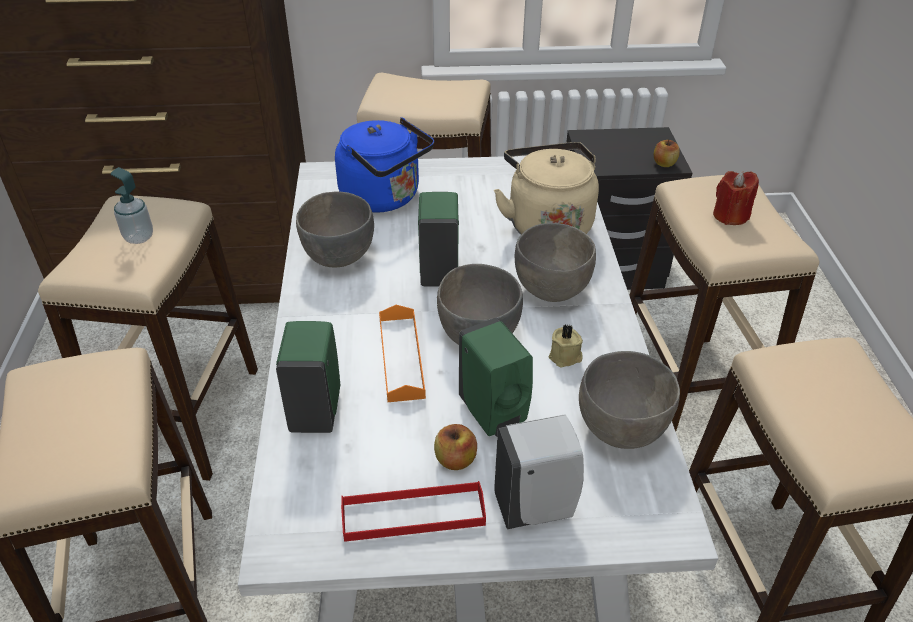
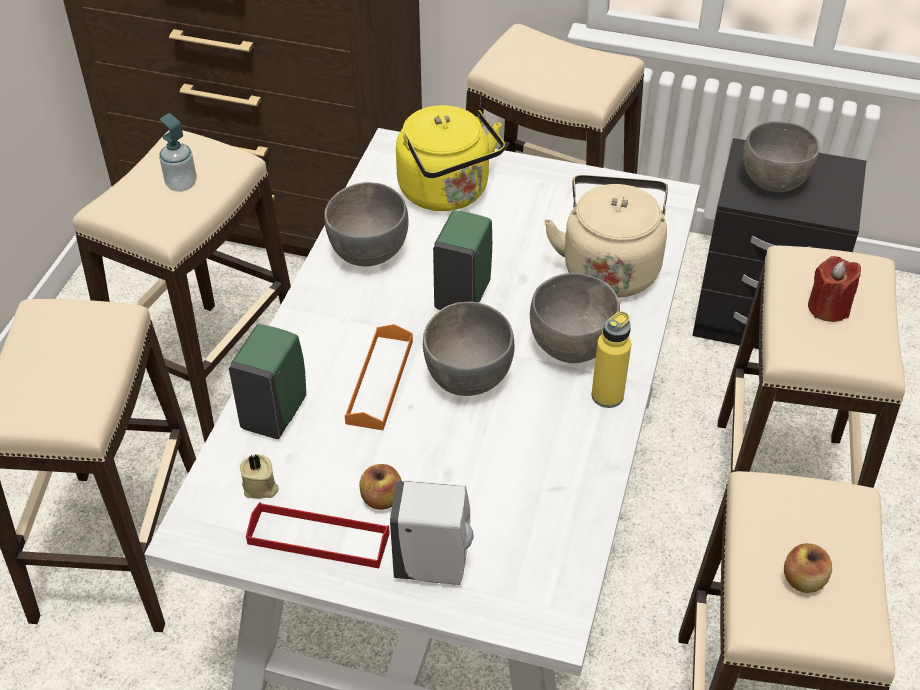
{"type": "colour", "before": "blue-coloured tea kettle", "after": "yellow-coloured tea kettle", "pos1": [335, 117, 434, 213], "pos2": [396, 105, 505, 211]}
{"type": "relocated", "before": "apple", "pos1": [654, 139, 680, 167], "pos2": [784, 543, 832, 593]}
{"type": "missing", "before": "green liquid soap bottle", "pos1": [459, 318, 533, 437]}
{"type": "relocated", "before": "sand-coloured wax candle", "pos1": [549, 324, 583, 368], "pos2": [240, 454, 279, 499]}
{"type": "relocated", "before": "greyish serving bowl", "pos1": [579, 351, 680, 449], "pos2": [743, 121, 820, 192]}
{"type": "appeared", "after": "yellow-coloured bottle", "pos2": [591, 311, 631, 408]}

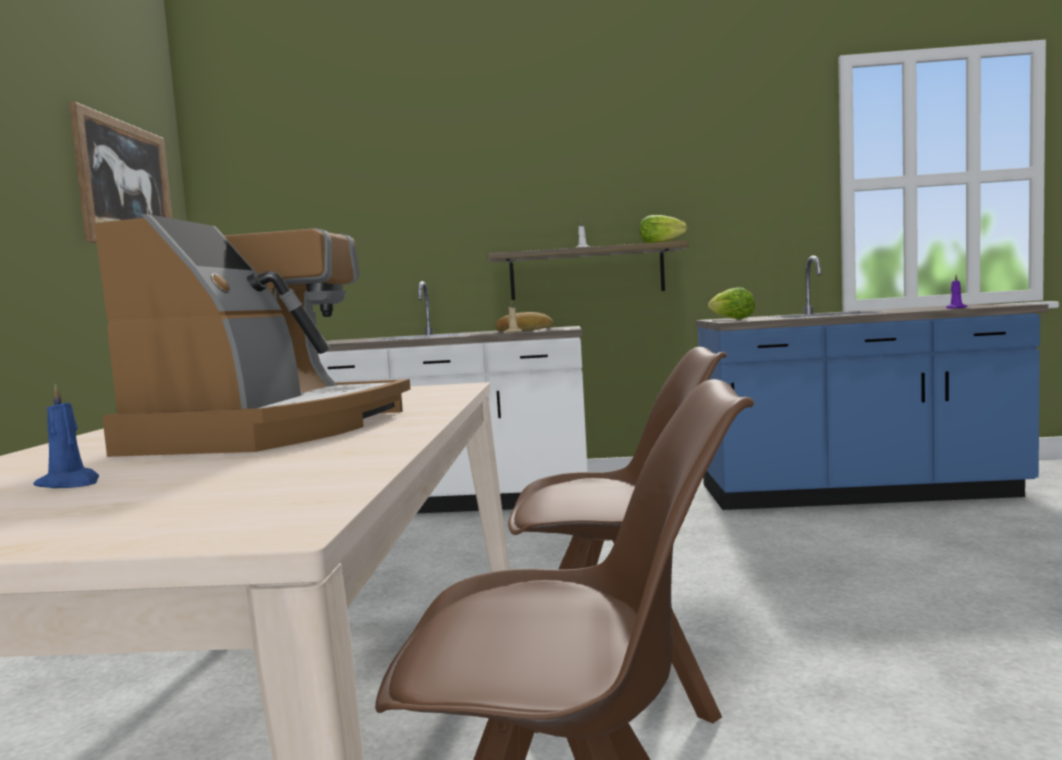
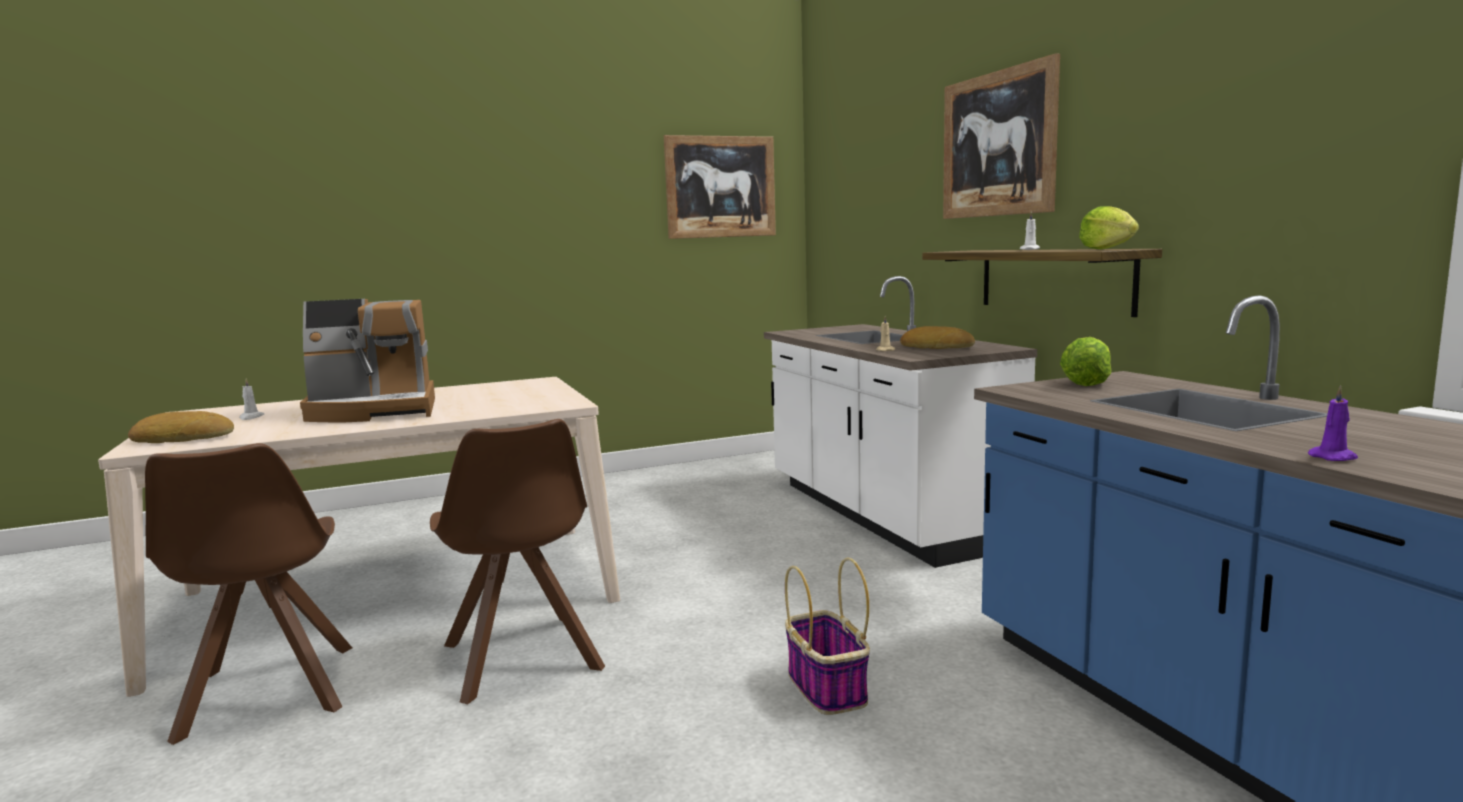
{"type": "colour", "before": "blue-coloured wax candle", "after": "white-coloured wax candle", "pos1": [33, 384, 99, 488], "pos2": [239, 378, 264, 420]}
{"type": "appeared", "after": "picture", "pos2": [943, 53, 1060, 219]}
{"type": "appeared", "after": "bread", "pos2": [128, 411, 234, 443]}
{"type": "appeared", "after": "household basket", "pos2": [785, 558, 870, 715]}

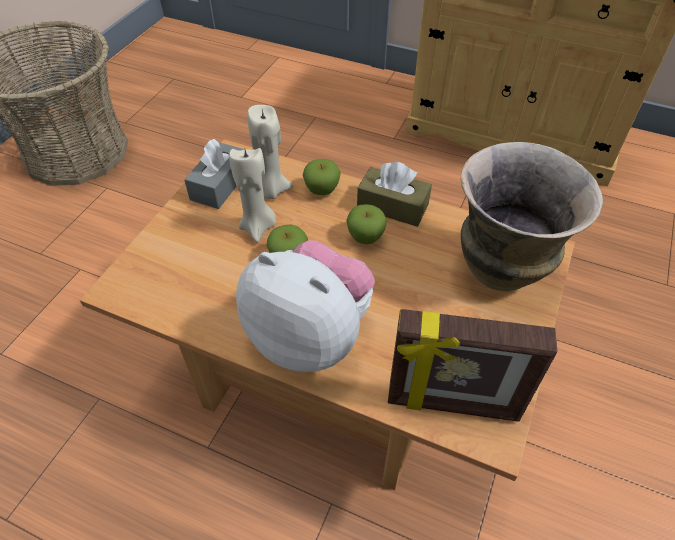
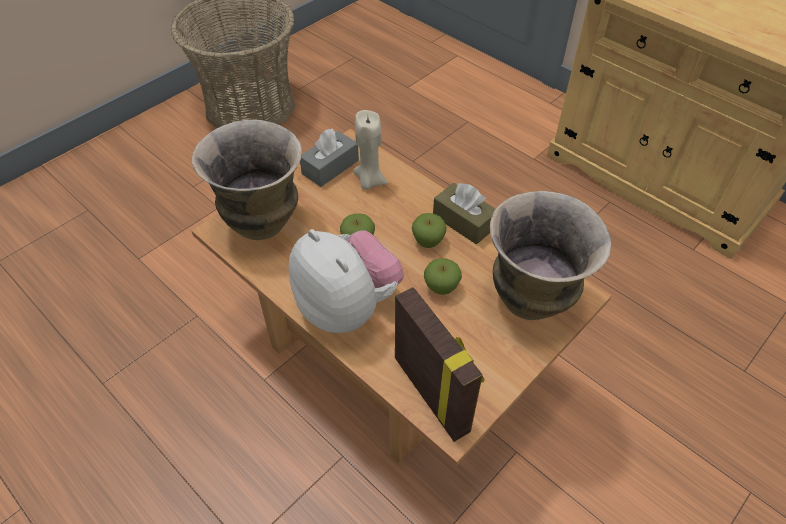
{"type": "missing", "before": "sand-coloured wax candle", "pos1": [229, 148, 276, 242]}
{"type": "relocated", "before": "apple", "pos1": [303, 159, 341, 195], "pos2": [424, 258, 462, 295]}
{"type": "spun", "before": "standing frame", "pos1": [388, 309, 558, 422], "pos2": [395, 287, 484, 442], "turn": -150}
{"type": "appeared", "after": "decorative vase", "pos2": [192, 120, 302, 240]}

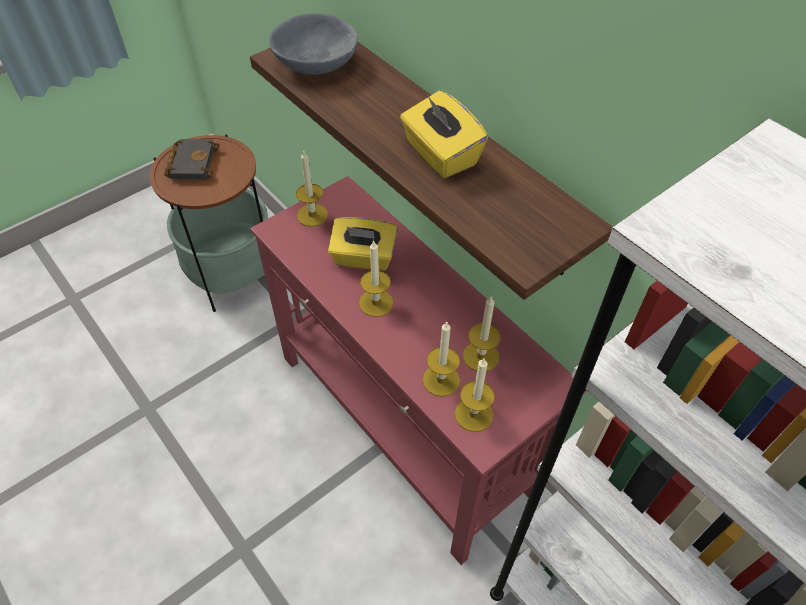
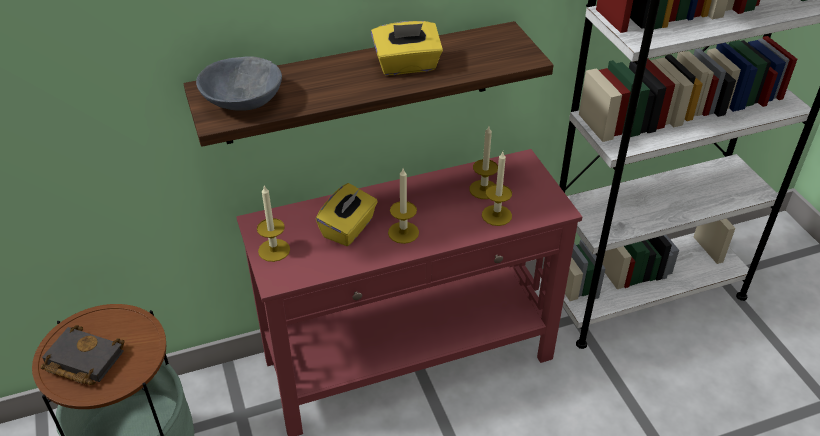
{"type": "missing", "before": "wax candle", "pos1": [455, 358, 495, 432]}

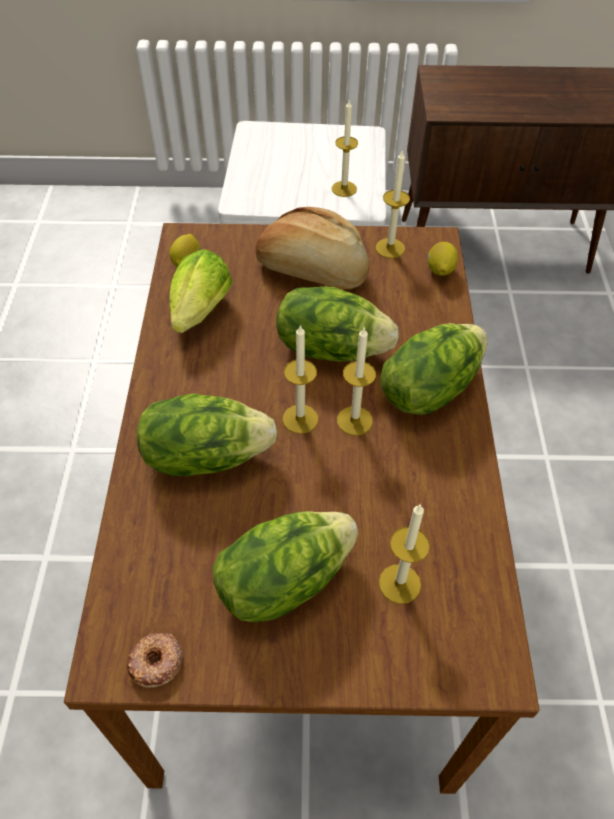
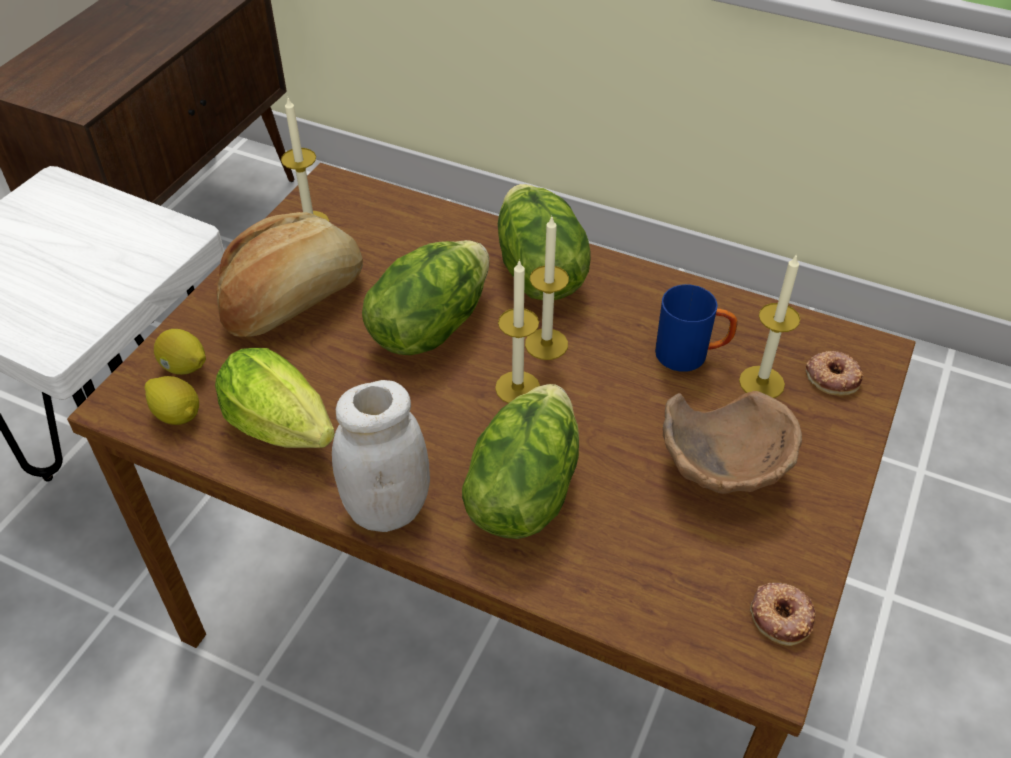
{"type": "missing", "before": "wax candle", "pos1": [332, 101, 358, 197]}
{"type": "relocated", "before": "whole lemon", "pos1": [428, 242, 458, 276], "pos2": [154, 329, 206, 375]}
{"type": "exchanged", "before": "lettuce", "after": "brown-coloured serving bowl", "pos1": [212, 511, 358, 622], "pos2": [663, 391, 802, 494]}
{"type": "appeared", "after": "blue-coloured mug", "pos2": [655, 284, 738, 372]}
{"type": "appeared", "after": "donut", "pos2": [806, 351, 864, 396]}
{"type": "appeared", "after": "white-coloured storage jar", "pos2": [332, 380, 430, 532]}

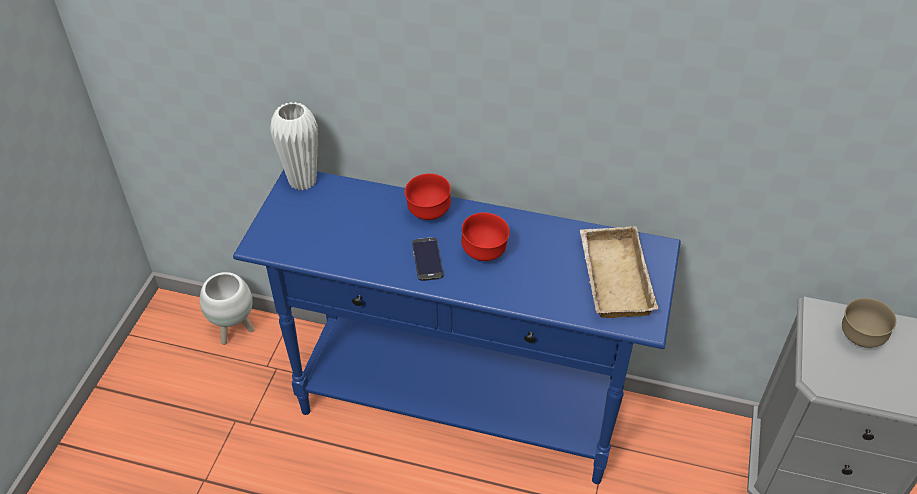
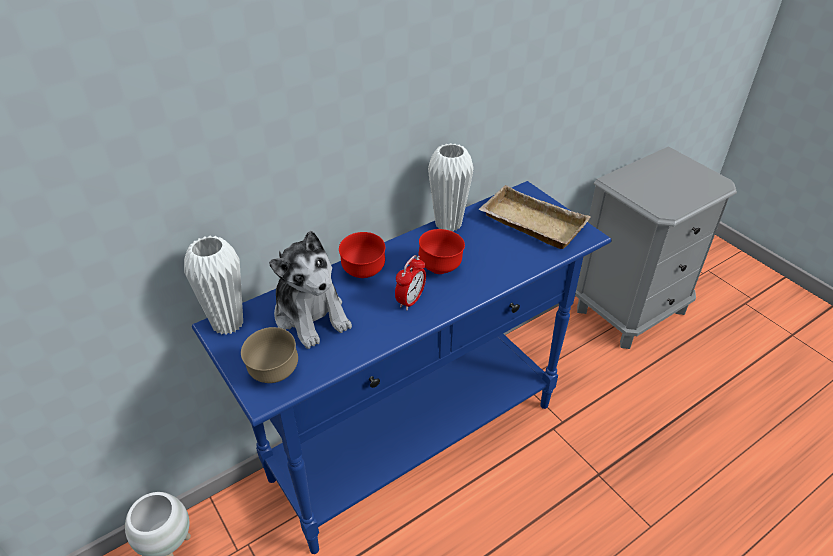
{"type": "exchanged", "before": "phone", "after": "table clock", "pos1": [412, 237, 443, 281], "pos2": [395, 255, 426, 310]}
{"type": "relocated", "before": "brown-coloured serving bowl", "pos1": [842, 298, 897, 348], "pos2": [241, 327, 298, 383]}
{"type": "appeared", "after": "white-coloured decorative vase", "pos2": [428, 143, 474, 232]}
{"type": "appeared", "after": "plush toy", "pos2": [269, 231, 352, 349]}

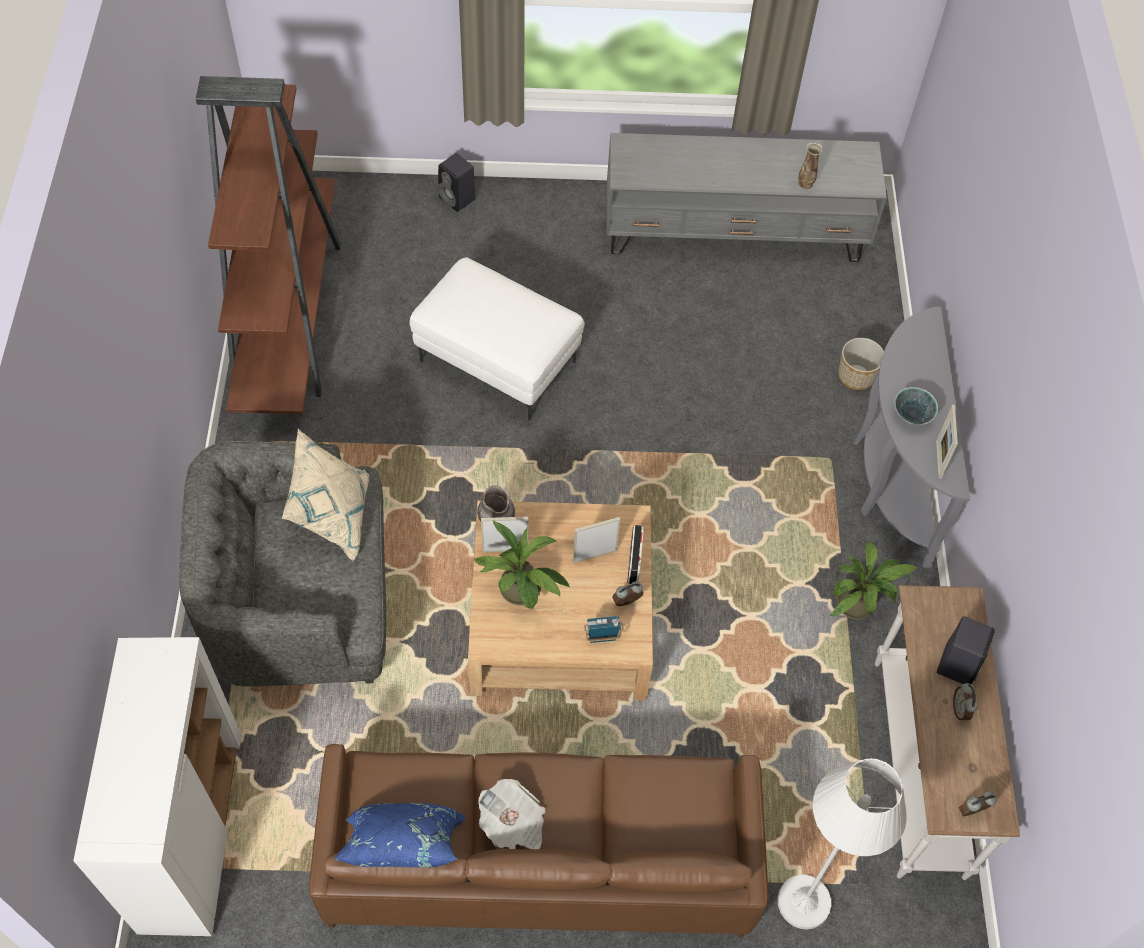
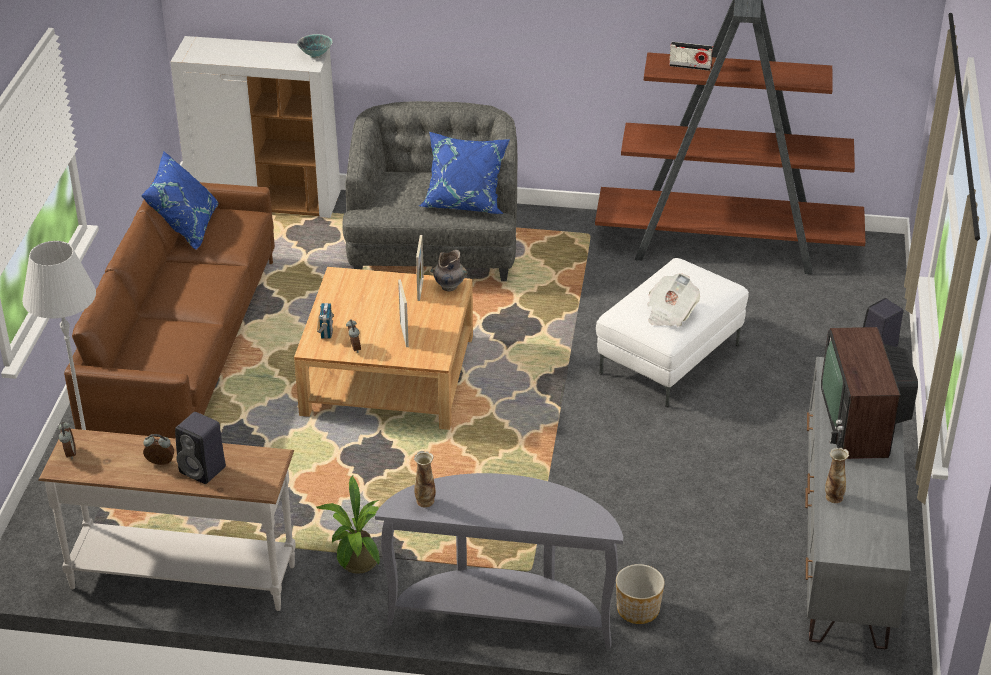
{"type": "relocated", "before": "serving bowl", "pos1": [895, 387, 938, 425], "pos2": [297, 34, 332, 58]}
{"type": "exchanged", "before": "standing frame", "after": "decorative vase", "pos1": [936, 405, 958, 479], "pos2": [414, 451, 436, 507]}
{"type": "colour", "before": "sand-coloured pillow", "after": "blue-coloured pillow", "pos1": [282, 429, 369, 561], "pos2": [419, 132, 510, 214]}
{"type": "missing", "before": "plant in a pot", "pos1": [474, 520, 570, 608]}
{"type": "relocated", "before": "radio receiver", "pos1": [627, 525, 644, 584], "pos2": [669, 42, 713, 71]}
{"type": "relocated", "before": "printed paper", "pos1": [478, 779, 545, 849], "pos2": [647, 273, 700, 326]}
{"type": "appeared", "after": "television", "pos2": [821, 327, 918, 459]}

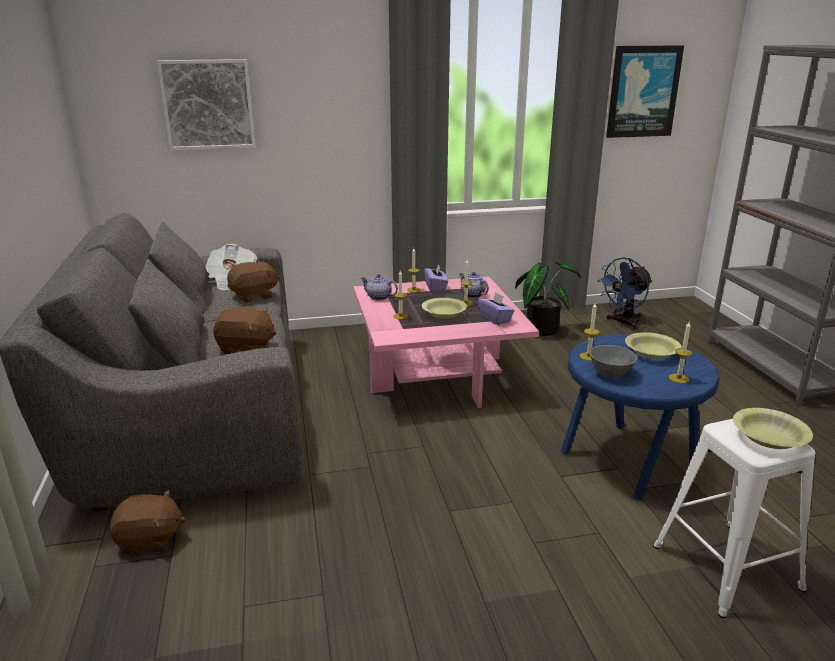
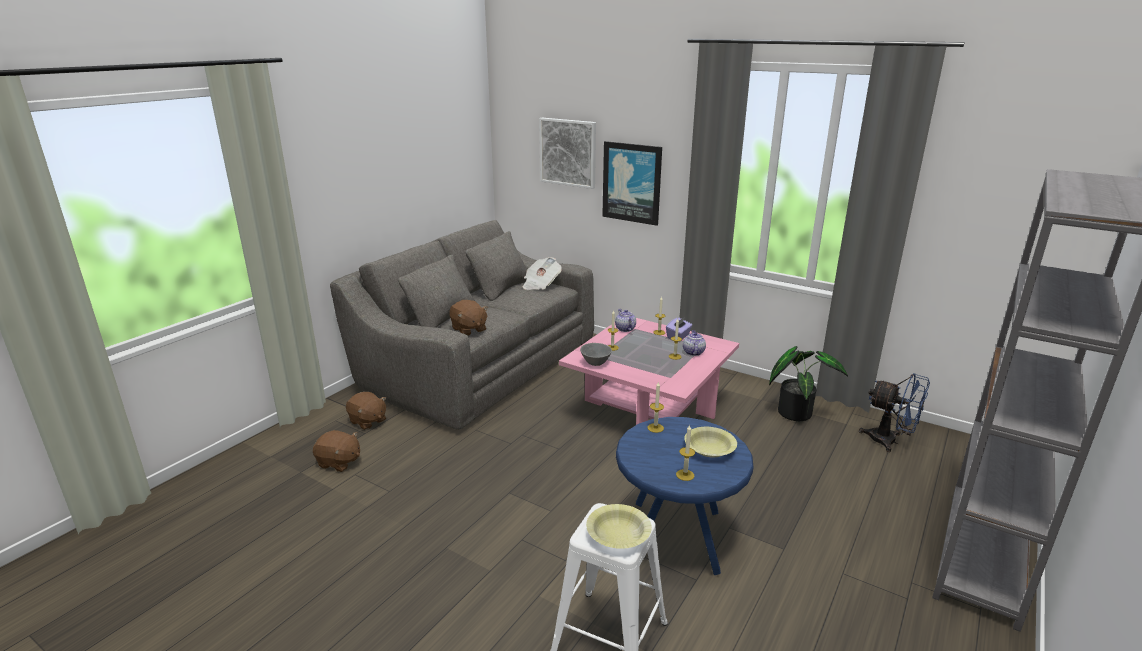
{"type": "relocated", "before": "picture", "pos1": [606, 46, 684, 138], "pos2": [602, 141, 662, 226]}
{"type": "spun", "before": "blue-coloured electric fan", "pos1": [597, 257, 652, 330], "pos2": [859, 373, 930, 452], "turn": -150}
{"type": "relocated", "before": "brown-coloured plush toy", "pos1": [227, 261, 280, 303], "pos2": [313, 430, 360, 472]}
{"type": "missing", "before": "purplish box of tissues", "pos1": [478, 292, 515, 325]}
{"type": "missing", "before": "yellow-coloured serving bowl", "pos1": [422, 298, 467, 318]}
{"type": "relocated", "before": "greyish serving bowl", "pos1": [589, 345, 637, 378], "pos2": [580, 343, 612, 366]}

